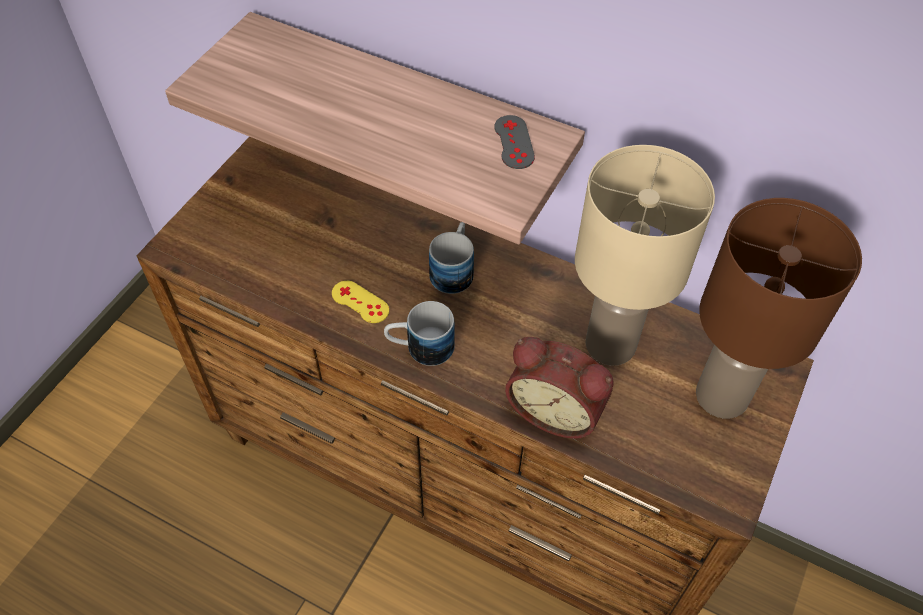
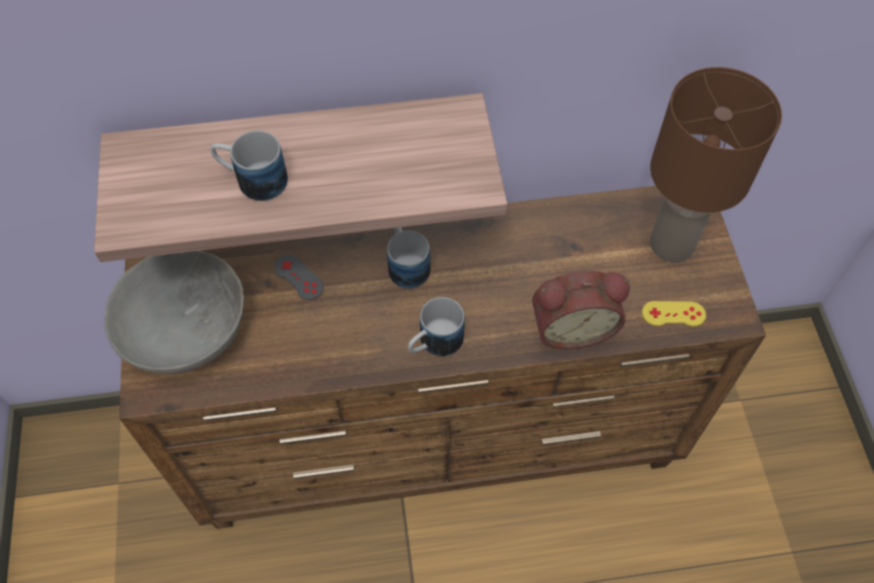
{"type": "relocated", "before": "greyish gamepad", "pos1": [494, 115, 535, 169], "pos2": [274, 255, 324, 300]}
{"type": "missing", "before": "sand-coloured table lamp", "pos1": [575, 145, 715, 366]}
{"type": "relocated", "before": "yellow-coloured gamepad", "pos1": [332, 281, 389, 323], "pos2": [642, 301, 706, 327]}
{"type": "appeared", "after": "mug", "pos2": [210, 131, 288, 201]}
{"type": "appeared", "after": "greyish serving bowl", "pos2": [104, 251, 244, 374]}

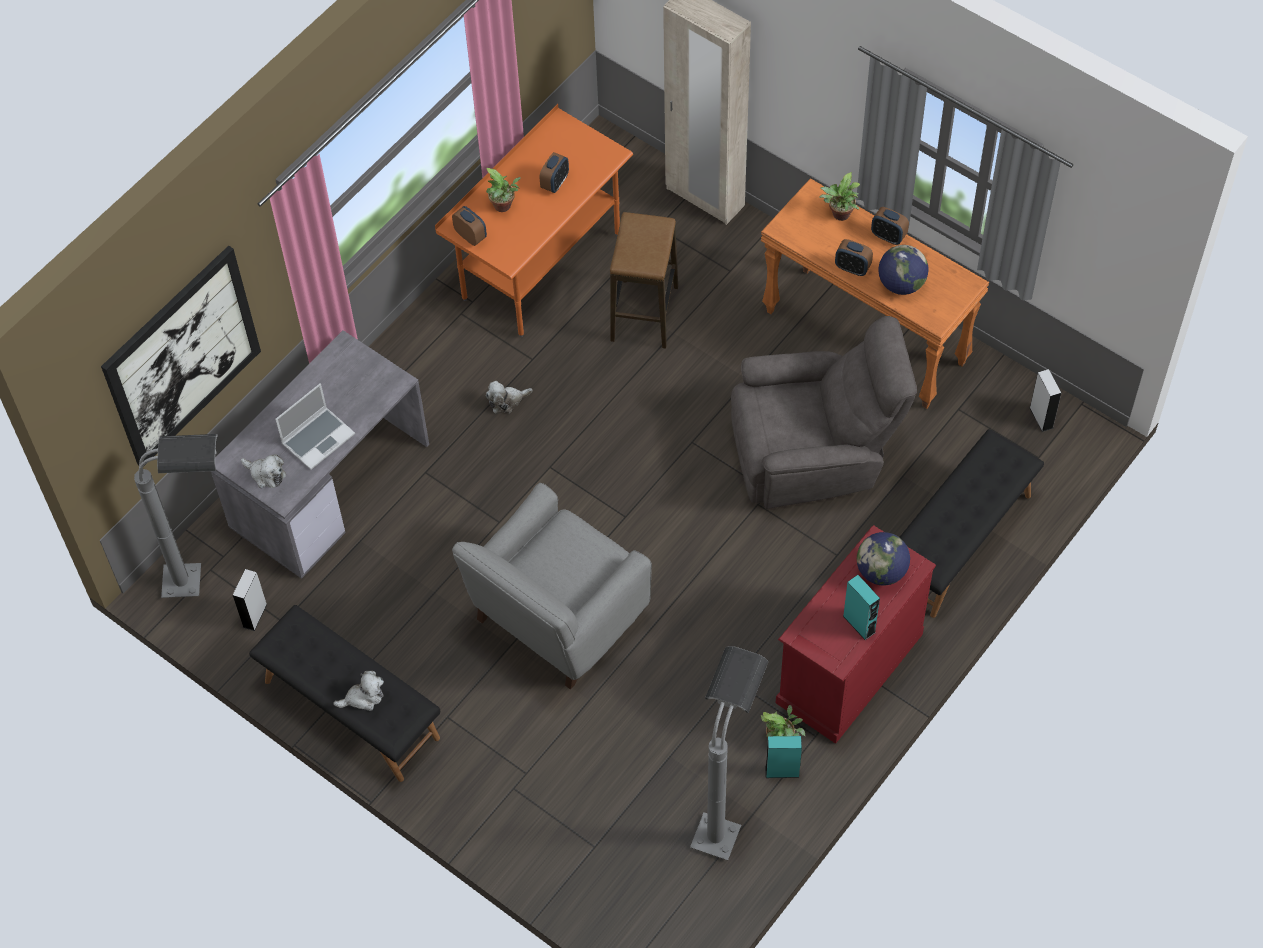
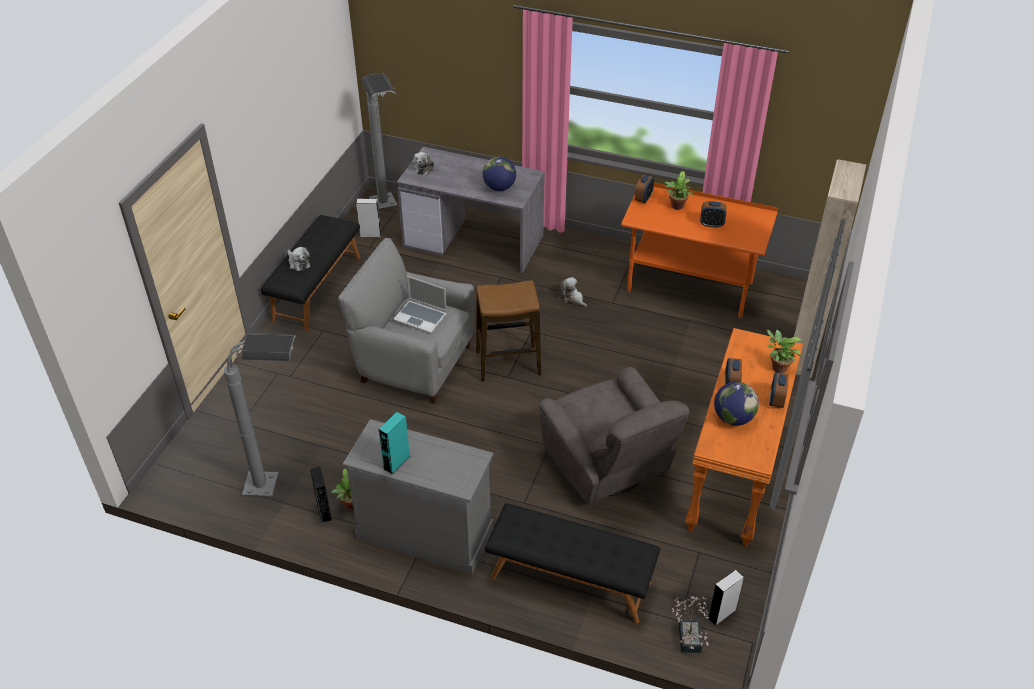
{"type": "relocated", "before": "stool seat", "pos1": [610, 212, 678, 349], "pos2": [476, 280, 541, 381]}
{"type": "missing", "before": "picture", "pos1": [101, 246, 261, 466]}
{"type": "relocated", "before": "laptop", "pos1": [275, 383, 355, 470], "pos2": [393, 276, 447, 334]}
{"type": "colour", "before": "red-coloured drawer chest", "after": "greyish drawer chest", "pos1": [776, 525, 936, 744], "pos2": [343, 419, 494, 574]}
{"type": "relocated", "before": "world globe", "pos1": [857, 532, 910, 586], "pos2": [483, 157, 516, 191]}
{"type": "colour", "before": "turquoise-coloured speaker", "after": "black-coloured speaker", "pos1": [765, 736, 802, 778], "pos2": [310, 467, 332, 523]}
{"type": "appeared", "after": "plant in a pot", "pos2": [672, 596, 709, 653]}

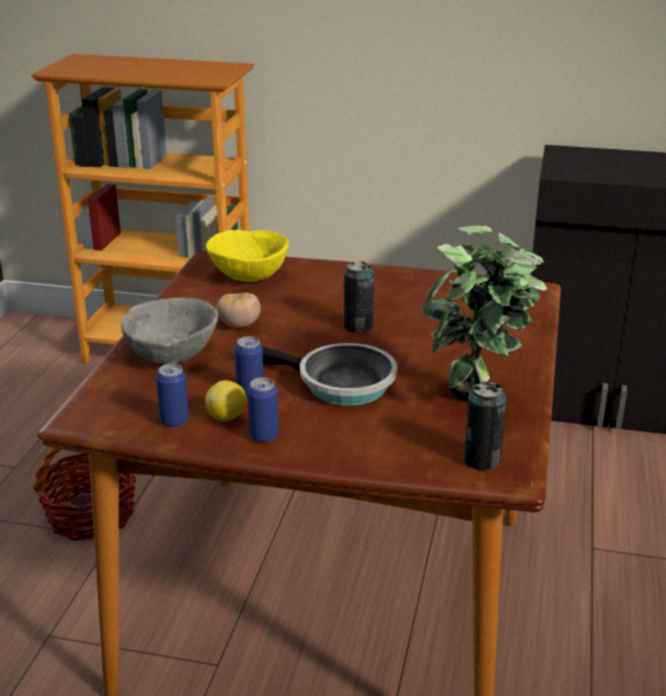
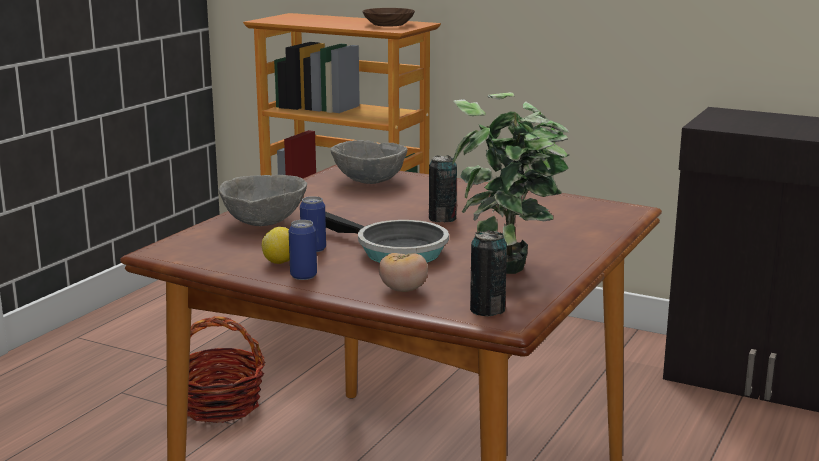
{"type": "colour", "before": "yellow-coloured serving bowl", "after": "greyish serving bowl", "pos1": [206, 230, 289, 282], "pos2": [330, 140, 408, 184]}
{"type": "relocated", "before": "tomato", "pos1": [216, 293, 261, 328], "pos2": [379, 253, 428, 292]}
{"type": "missing", "before": "metal can", "pos1": [156, 364, 189, 428]}
{"type": "appeared", "after": "brown-coloured serving bowl", "pos2": [362, 8, 415, 27]}

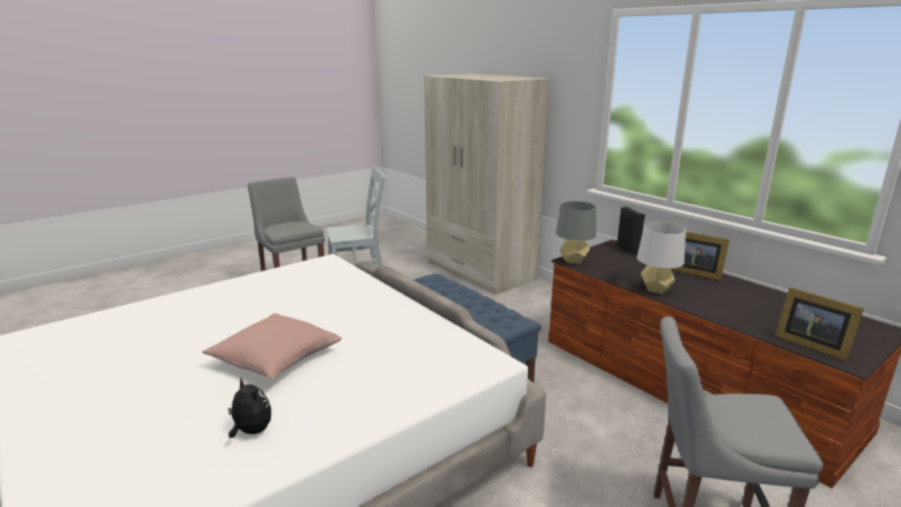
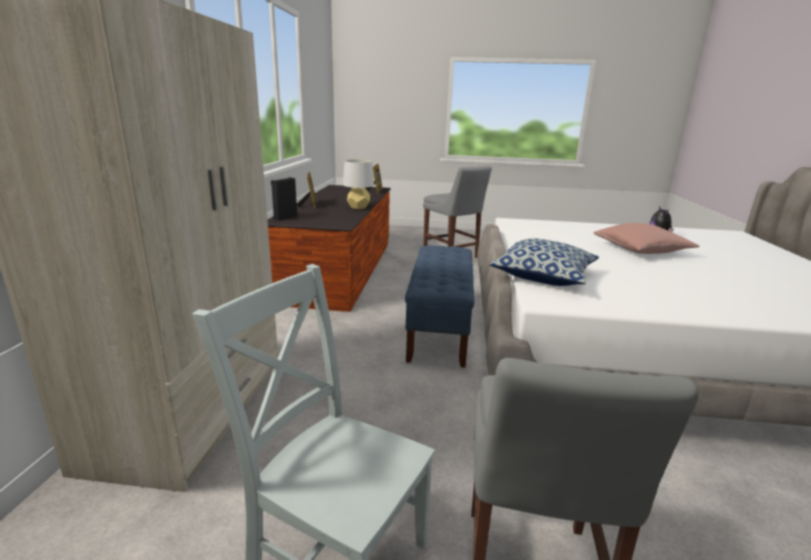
{"type": "missing", "before": "greyish table lamp", "pos1": [556, 201, 596, 264]}
{"type": "appeared", "after": "pillow", "pos2": [490, 238, 599, 286]}

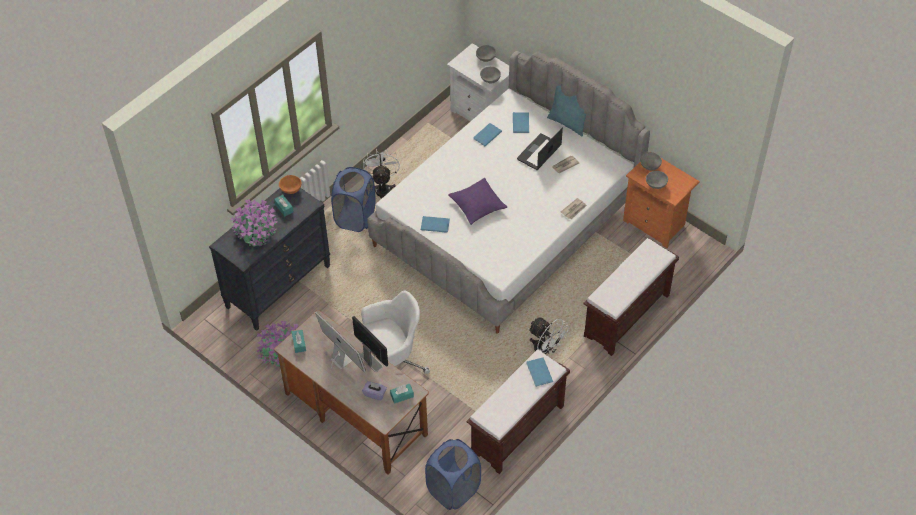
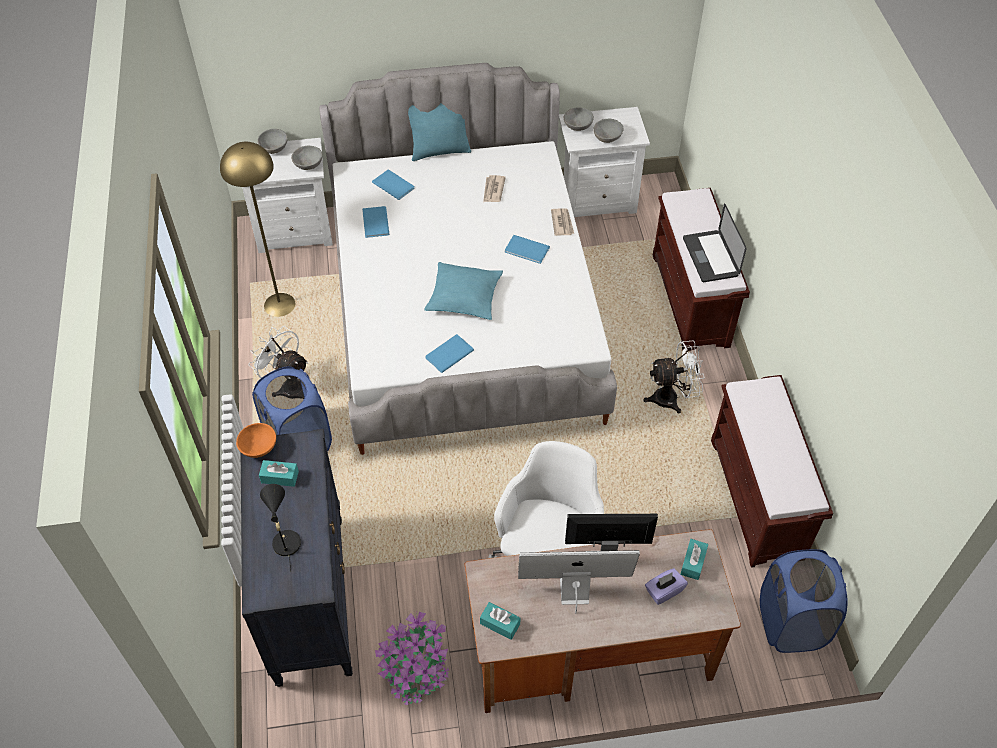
{"type": "relocated", "before": "laptop", "pos1": [517, 128, 563, 170], "pos2": [683, 203, 747, 282]}
{"type": "colour", "before": "orange-coloured night table", "after": "white-coloured night table", "pos1": [623, 158, 700, 248], "pos2": [559, 107, 650, 217]}
{"type": "colour", "before": "purplish pillow", "after": "turquoise-coloured pillow", "pos1": [448, 178, 507, 225], "pos2": [424, 262, 503, 320]}
{"type": "exchanged", "before": "plant in a pot", "after": "black-coloured table lamp", "pos1": [231, 199, 278, 247], "pos2": [260, 484, 301, 571]}
{"type": "relocated", "before": "blue-coloured bound book", "pos1": [526, 357, 553, 387], "pos2": [505, 235, 550, 264]}
{"type": "appeared", "after": "yellow-coloured floor lamp", "pos2": [220, 142, 295, 317]}

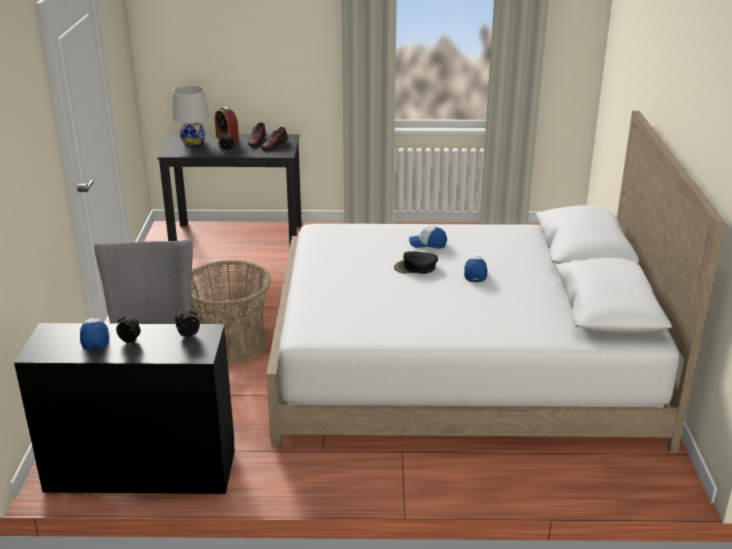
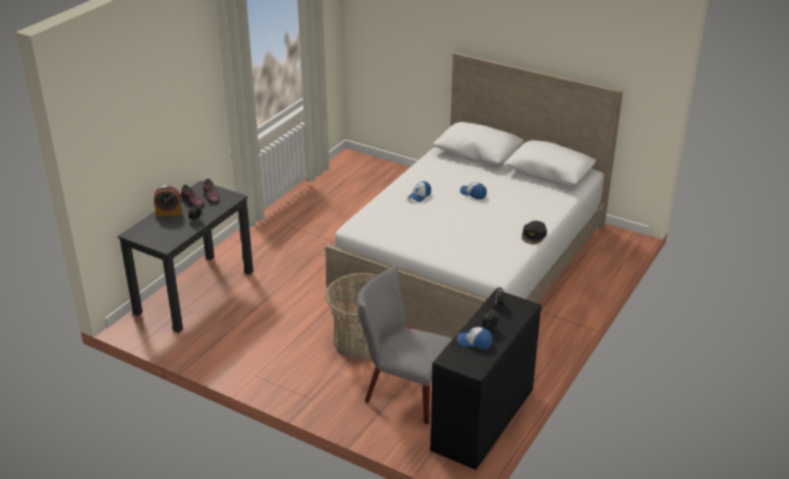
{"type": "missing", "before": "white-coloured table lamp", "pos1": [173, 86, 209, 145]}
{"type": "relocated", "before": "black-coloured cap", "pos1": [394, 251, 438, 274], "pos2": [522, 221, 547, 244]}

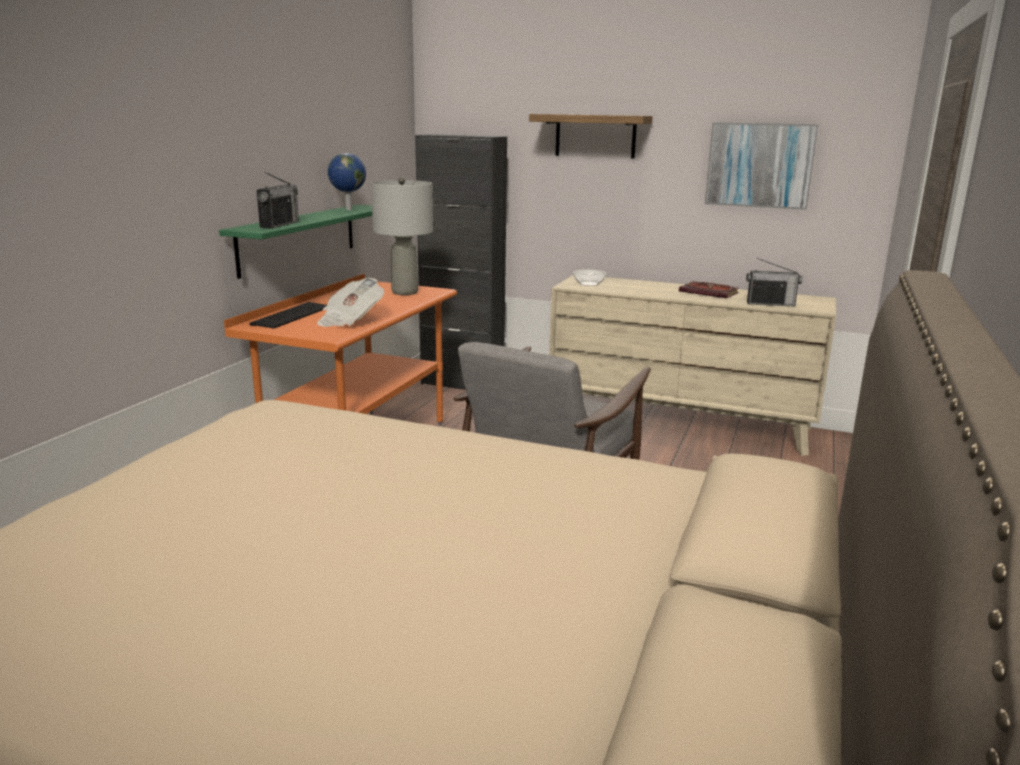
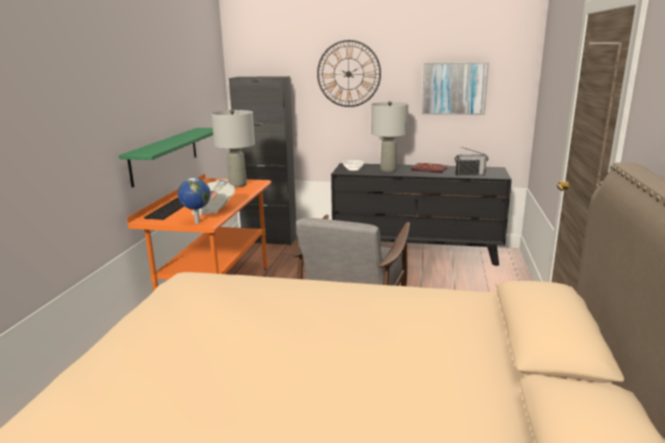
{"type": "exchanged", "before": "wall shelf", "after": "clock on the wall", "pos1": [529, 114, 653, 159], "pos2": [317, 40, 381, 107]}
{"type": "relocated", "before": "world globe", "pos1": [328, 153, 366, 210], "pos2": [178, 178, 211, 224]}
{"type": "missing", "before": "radio receiver", "pos1": [257, 172, 299, 229]}
{"type": "colour", "before": "sand-coloured drawer chest", "after": "black-coloured drawer chest", "pos1": [549, 275, 836, 456], "pos2": [331, 163, 512, 266]}
{"type": "appeared", "after": "greyish table lamp", "pos2": [371, 101, 408, 172]}

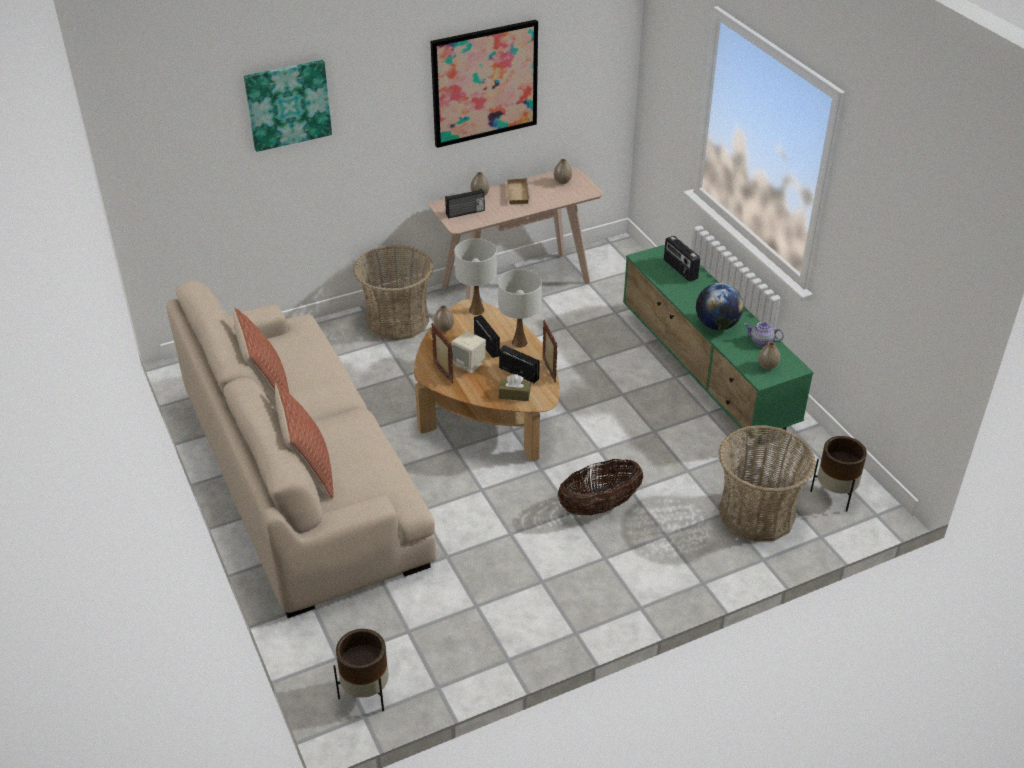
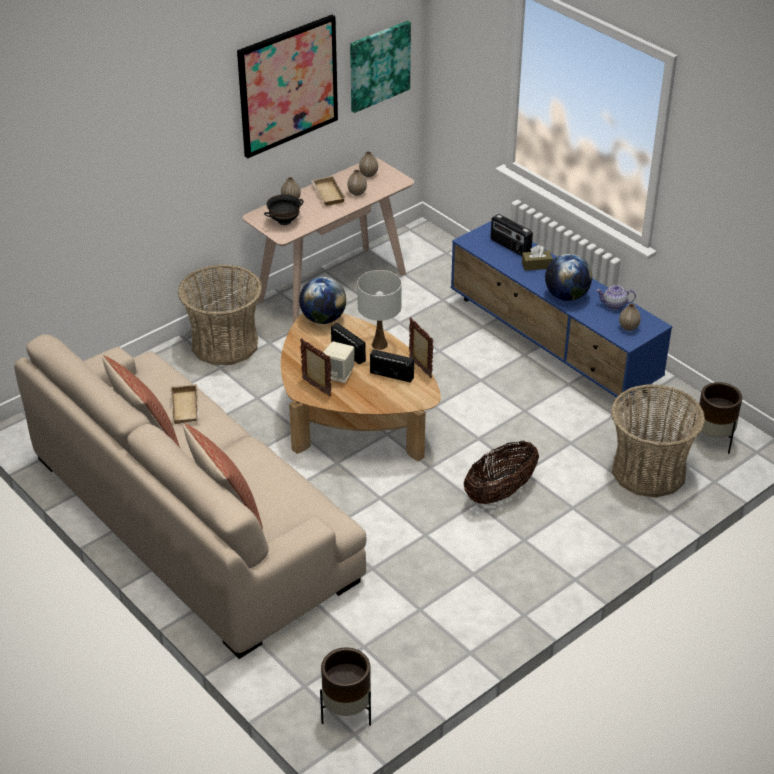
{"type": "relocated", "before": "picture", "pos1": [244, 60, 332, 152], "pos2": [350, 21, 411, 113]}
{"type": "exchanged", "before": "radio receiver", "after": "black-coloured serving bowl", "pos1": [445, 189, 485, 218], "pos2": [264, 194, 304, 225]}
{"type": "exchanged", "before": "white-coloured table lamp", "after": "world globe", "pos1": [454, 238, 497, 315], "pos2": [299, 277, 346, 324]}
{"type": "colour", "before": "green tv unit", "after": "blue-coloured tv unit", "pos1": [623, 245, 814, 443], "pos2": [451, 221, 673, 403]}
{"type": "relocated", "before": "decorative vase", "pos1": [434, 305, 454, 332], "pos2": [347, 169, 367, 196]}
{"type": "relocated", "before": "brown-coloured box of tissues", "pos1": [498, 374, 531, 401], "pos2": [522, 245, 553, 271]}
{"type": "appeared", "after": "sand-coloured serving tray", "pos2": [170, 384, 200, 424]}

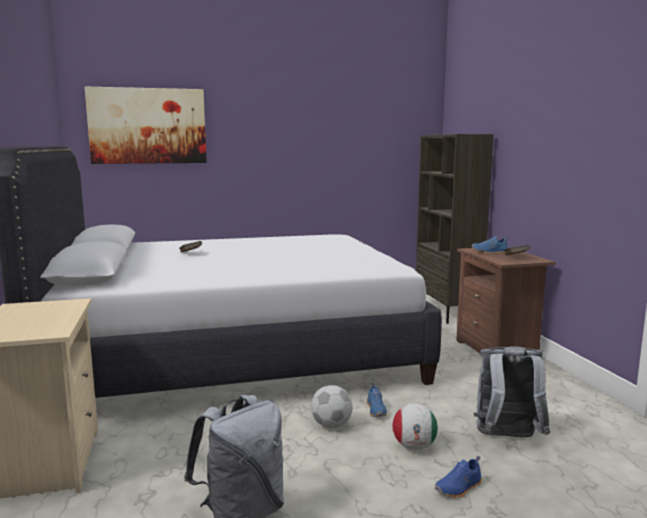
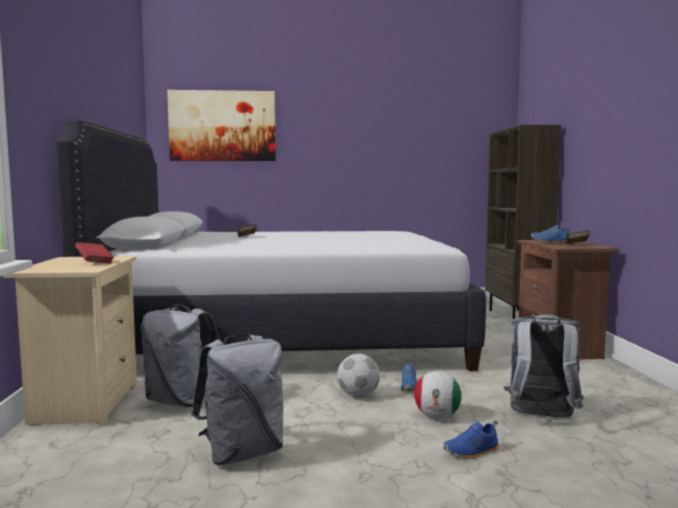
{"type": "appeared", "after": "red-coloured bound book", "pos2": [75, 242, 114, 264]}
{"type": "appeared", "after": "greyish rucksack", "pos2": [141, 304, 220, 407]}

